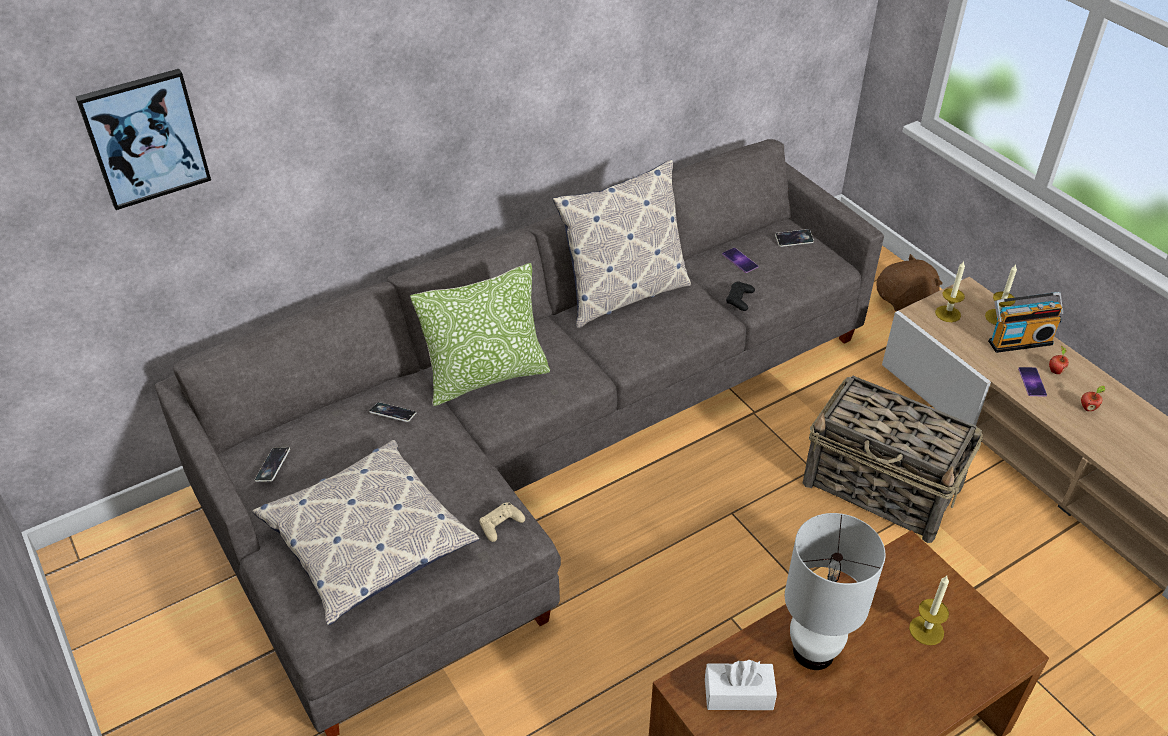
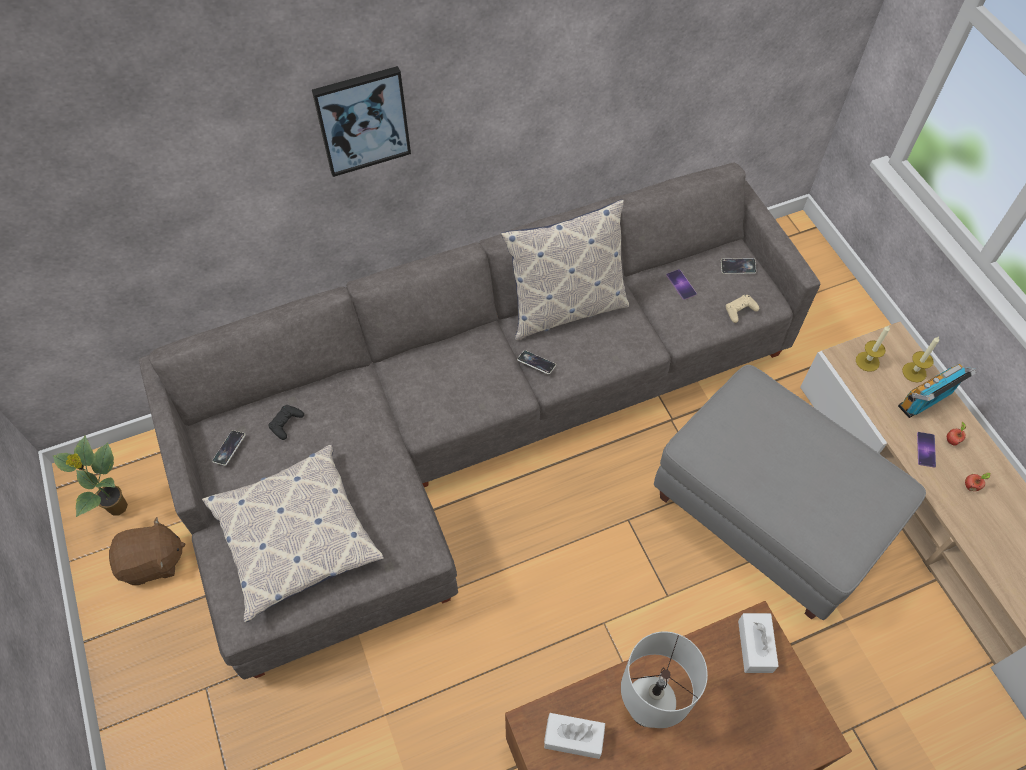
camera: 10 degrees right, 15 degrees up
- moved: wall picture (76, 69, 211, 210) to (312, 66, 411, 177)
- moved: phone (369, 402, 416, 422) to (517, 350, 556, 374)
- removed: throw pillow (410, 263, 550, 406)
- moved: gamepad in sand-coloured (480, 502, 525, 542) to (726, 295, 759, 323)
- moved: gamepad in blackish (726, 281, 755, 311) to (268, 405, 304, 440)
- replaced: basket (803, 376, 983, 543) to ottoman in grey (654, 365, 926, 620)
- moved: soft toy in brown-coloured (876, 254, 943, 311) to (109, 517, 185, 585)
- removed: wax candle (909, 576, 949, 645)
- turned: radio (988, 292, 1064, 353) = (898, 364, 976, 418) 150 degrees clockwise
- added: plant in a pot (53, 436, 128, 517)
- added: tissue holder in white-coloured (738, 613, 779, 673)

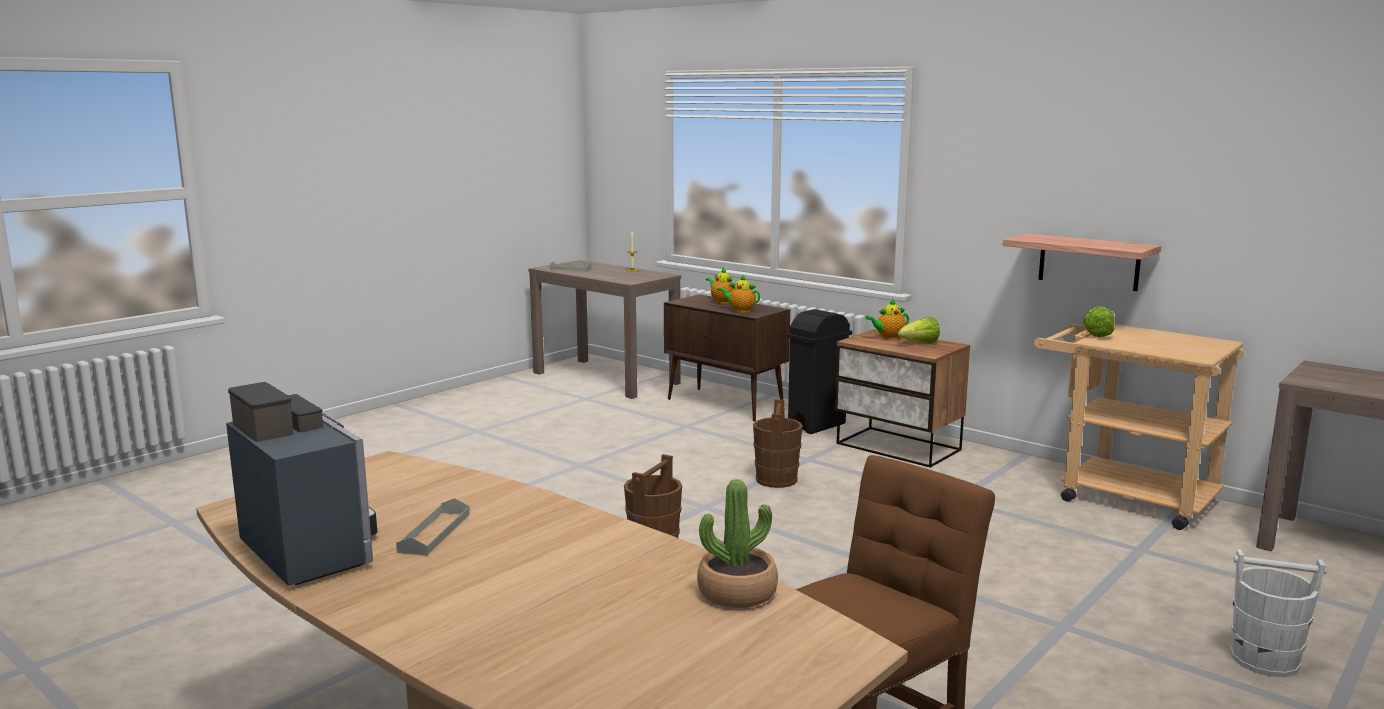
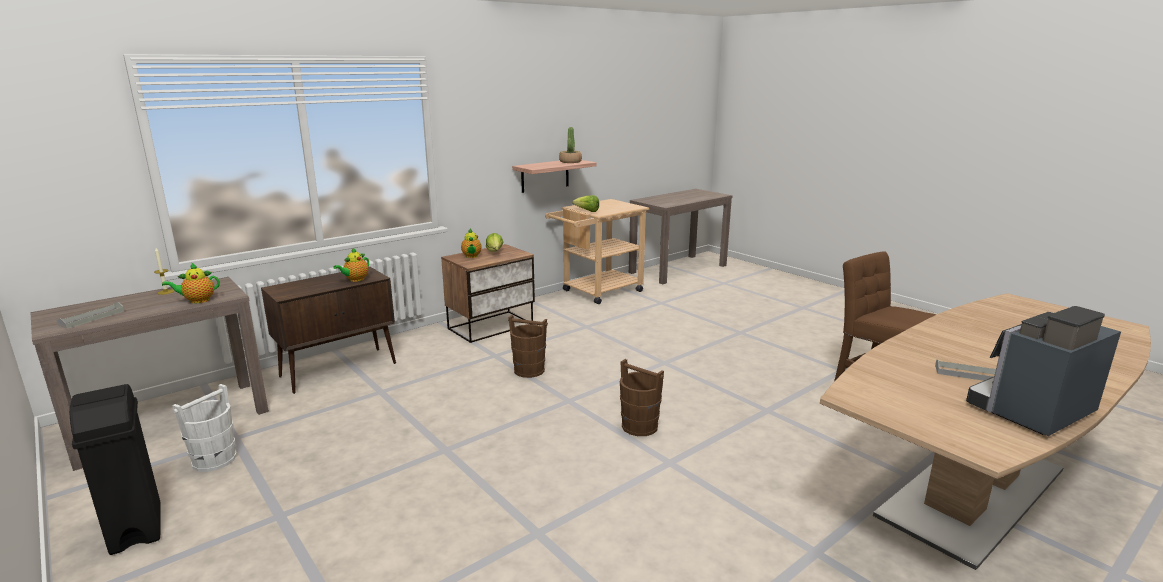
camera: 80 degrees left, 5 degrees up
- moved: plant in a pot (697, 479, 778, 608) to (559, 127, 582, 163)
- moved: teapot (706, 267, 735, 304) to (162, 263, 220, 303)
- moved: trash can in blackish (787, 309, 852, 434) to (69, 384, 161, 555)
- moved: pail in white-coloured (1230, 549, 1327, 677) to (172, 384, 237, 472)

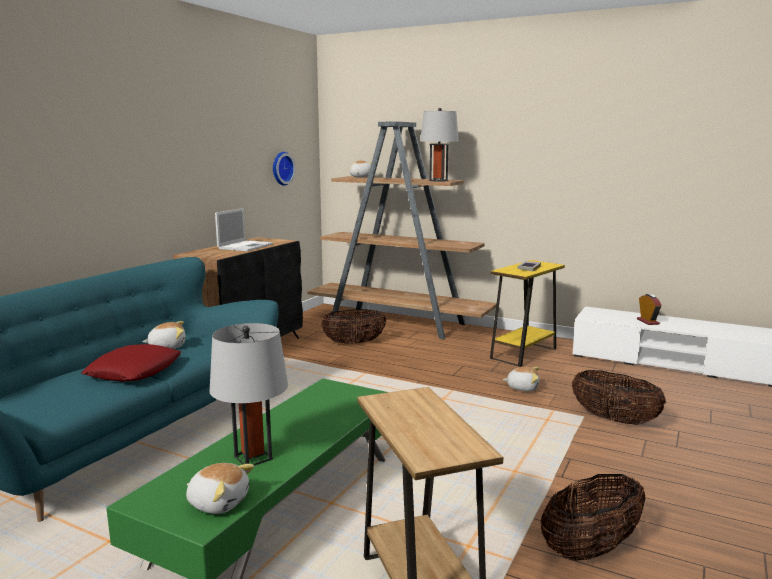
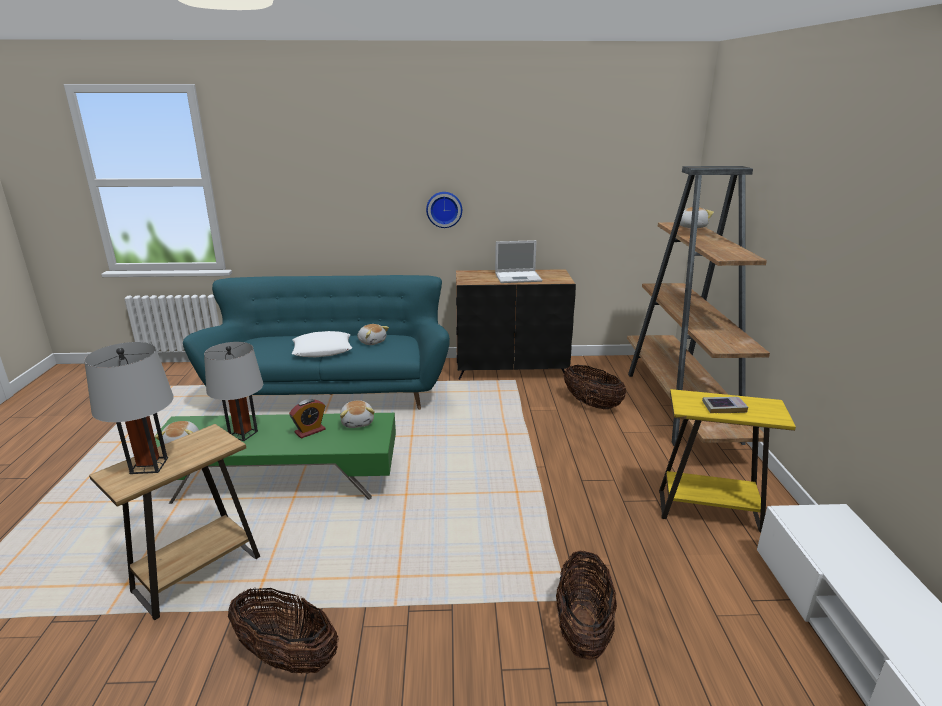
camera: 60 degrees right, 10 degrees up
- recoloured: throw pillow in reddish (82, 344, 181, 382) to throw pillow in white-coloured (292, 331, 352, 357)
- moved: hanging clock (273, 152, 296, 186) to (426, 192, 462, 228)
- moved: tabletop lamp in grey (420, 108, 459, 182) to (84, 342, 173, 474)
- moved: soft toy (503, 367, 539, 391) to (340, 400, 375, 428)
- moved: alarm clock (637, 294, 662, 325) to (289, 399, 326, 439)

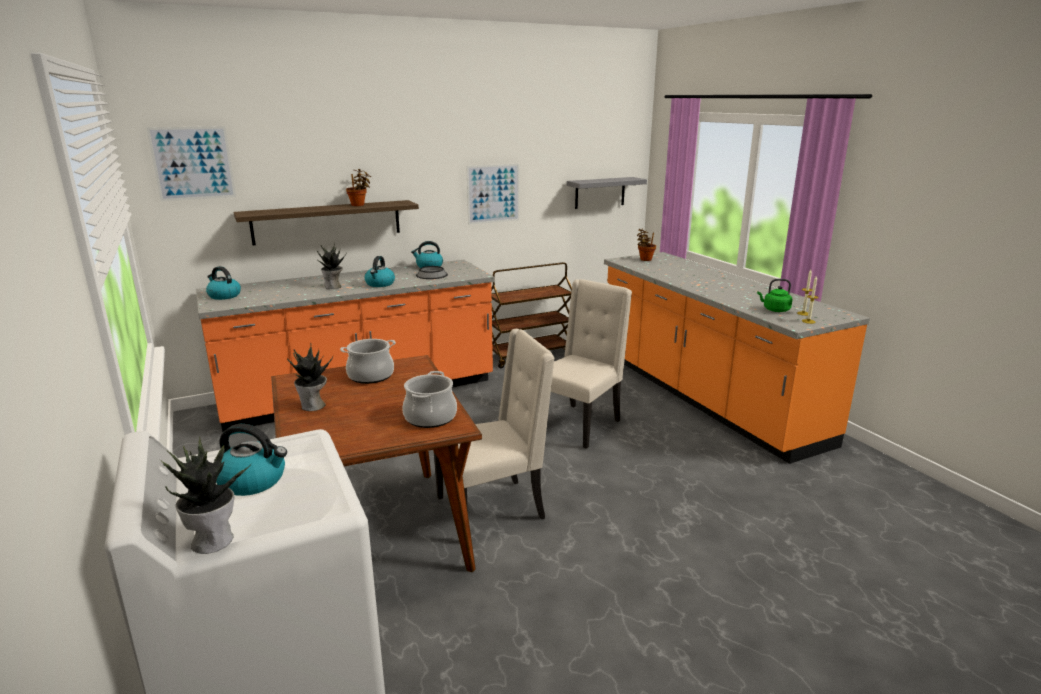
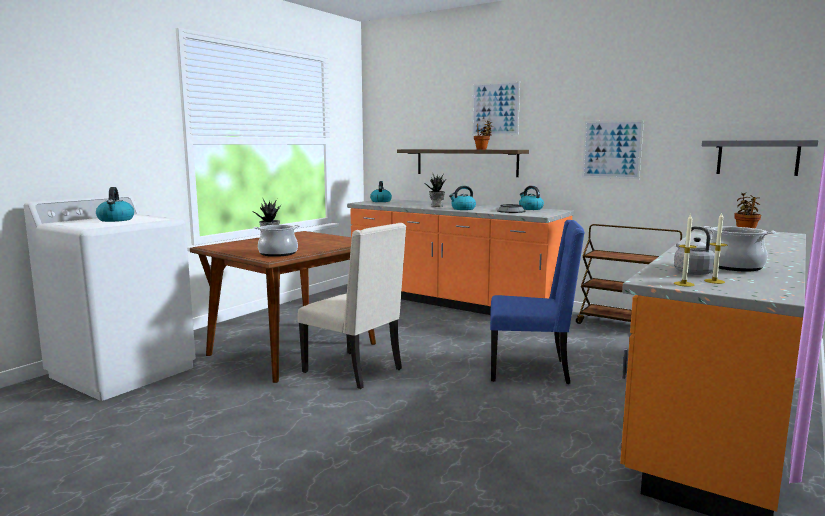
camera: 60 degrees right, 10 degrees down
- moved: wall picture (146, 126, 236, 201) to (472, 81, 520, 136)
- removed: plant in a pot (162, 436, 251, 554)
- moved: saucepot (340, 339, 396, 384) to (703, 226, 776, 272)
- recoloured: chair in sand-coloured (551, 279, 632, 449) to chair in bluish (490, 220, 585, 384)
- recoloured: kettle in green-coloured (757, 279, 792, 312) to kettle in grey (674, 226, 715, 275)

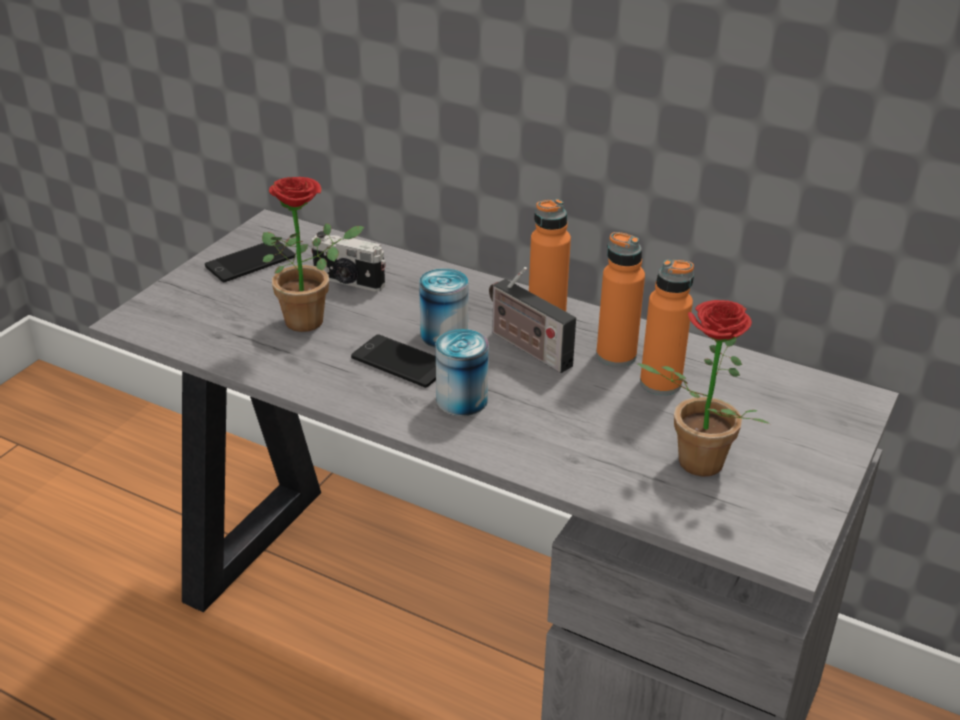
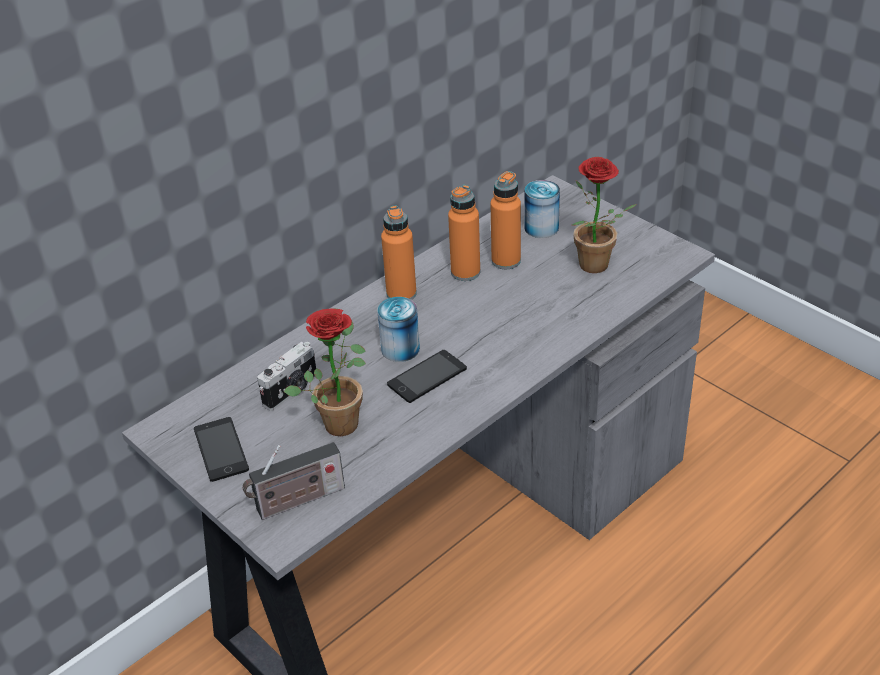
camera: 70 degrees left, 5 degrees up
- moved: metal can (436, 329, 489, 416) to (524, 180, 560, 238)
- moved: radio (489, 267, 576, 373) to (242, 442, 345, 520)

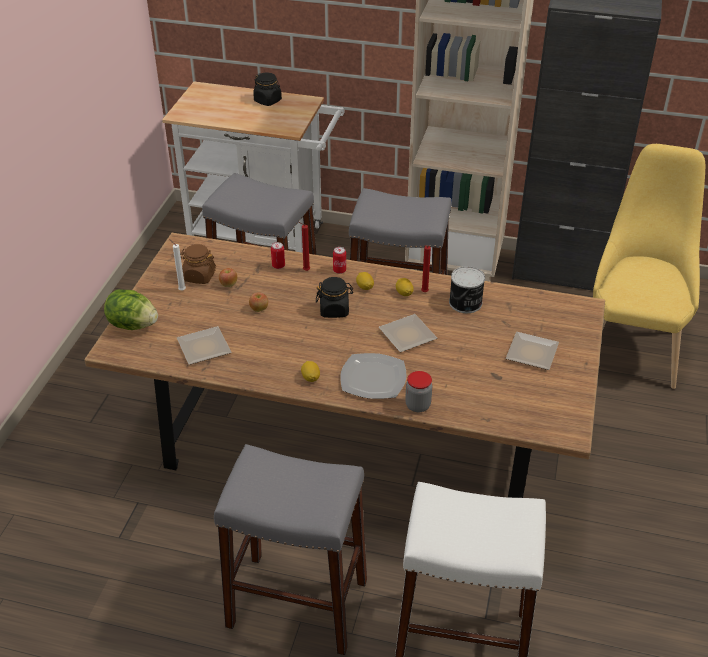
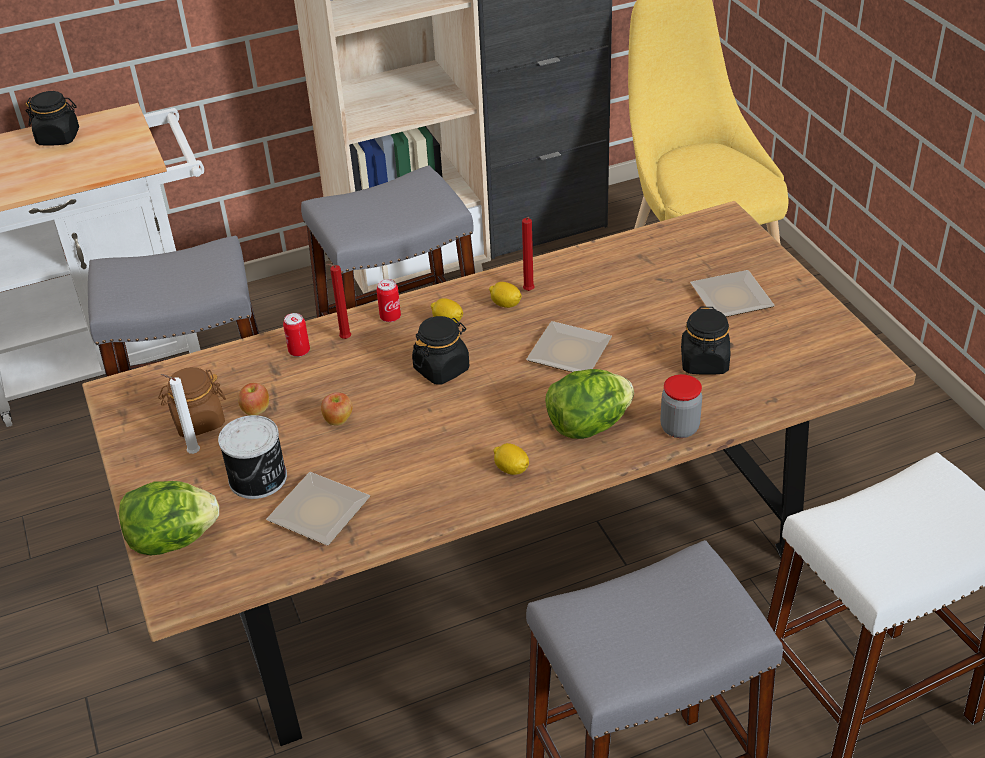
camera: 35 degrees left, 0 degrees up
- replaced: flat dish (340, 353, 407, 399) to lettuce (545, 369, 634, 439)
- moved: metal can (449, 266, 485, 313) to (218, 415, 287, 499)
- added: jar in blackish (681, 307, 730, 375)

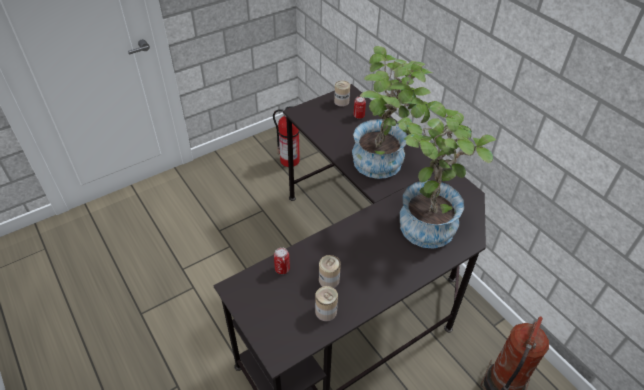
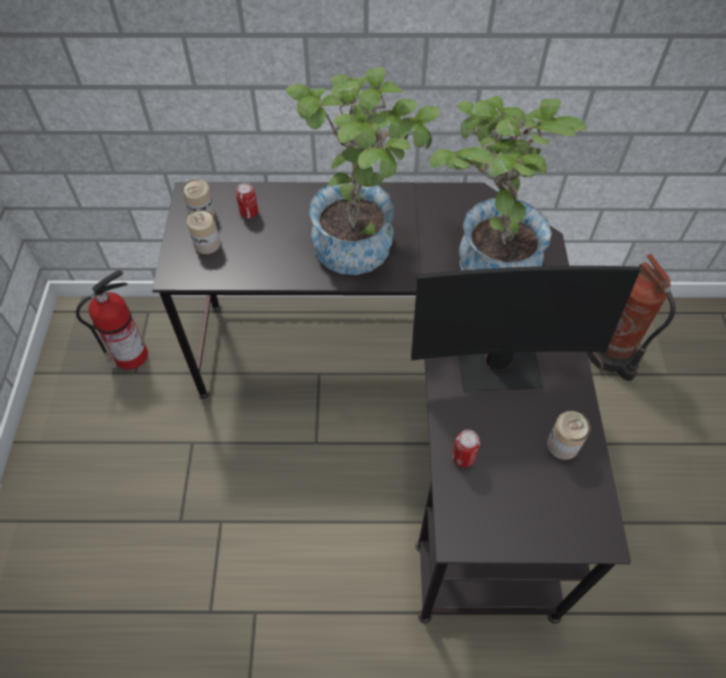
camera: 55 degrees left, 10 degrees up
- moved: metal can (319, 255, 341, 288) to (187, 210, 220, 254)
- added: monitor (411, 266, 640, 392)

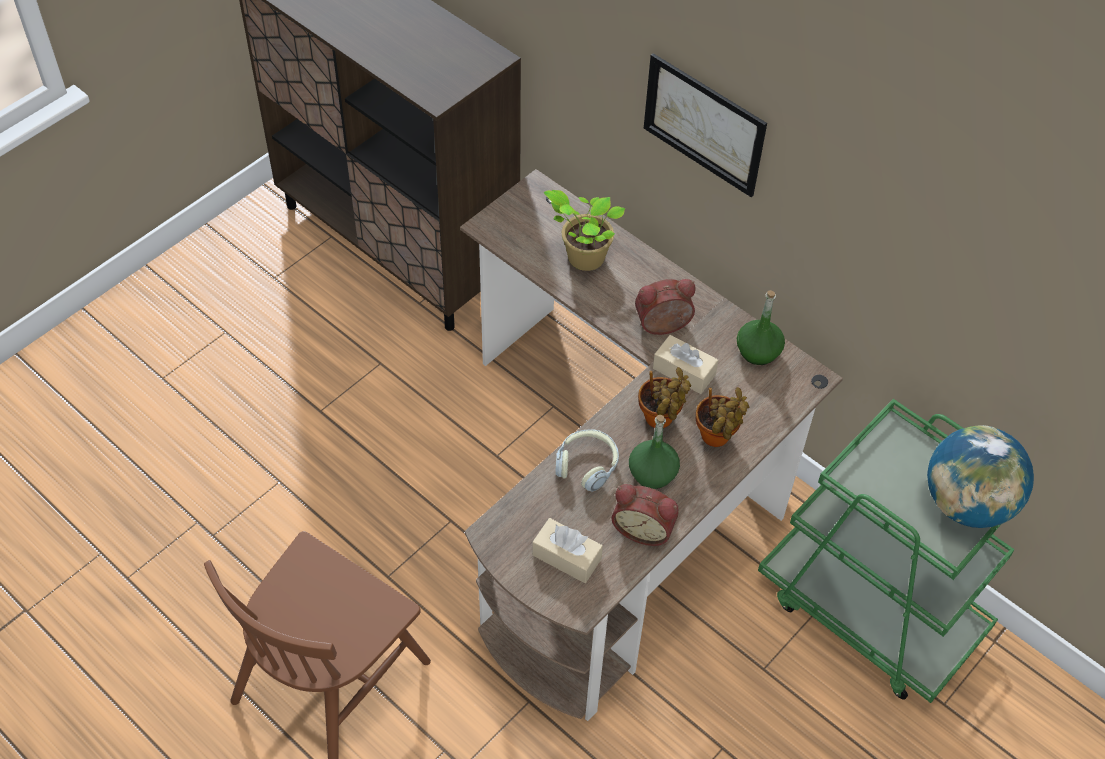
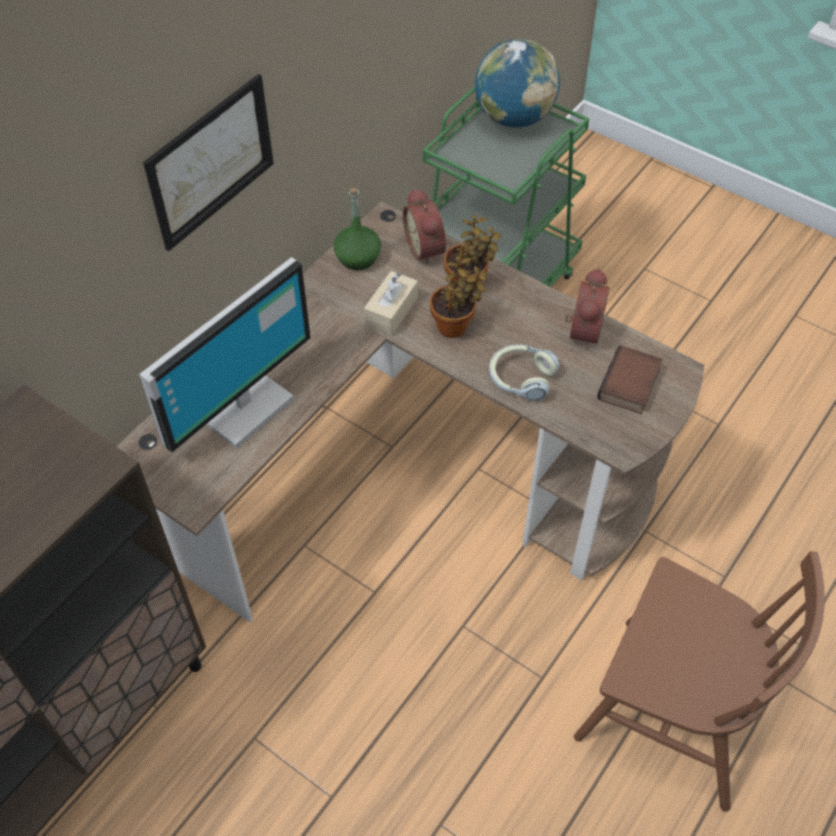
camera: 95 degrees left, 0 degrees up
- replaced: tissue holder in sand-coloured (532, 518, 603, 583) to volume (597, 345, 663, 414)
- replaced: plant in a pot (544, 190, 625, 271) to monitor (139, 257, 311, 453)
- removed: beverage bottle in green-coloured (629, 415, 680, 489)
- moved: alarm clock (635, 279, 696, 335) to (403, 188, 446, 265)

